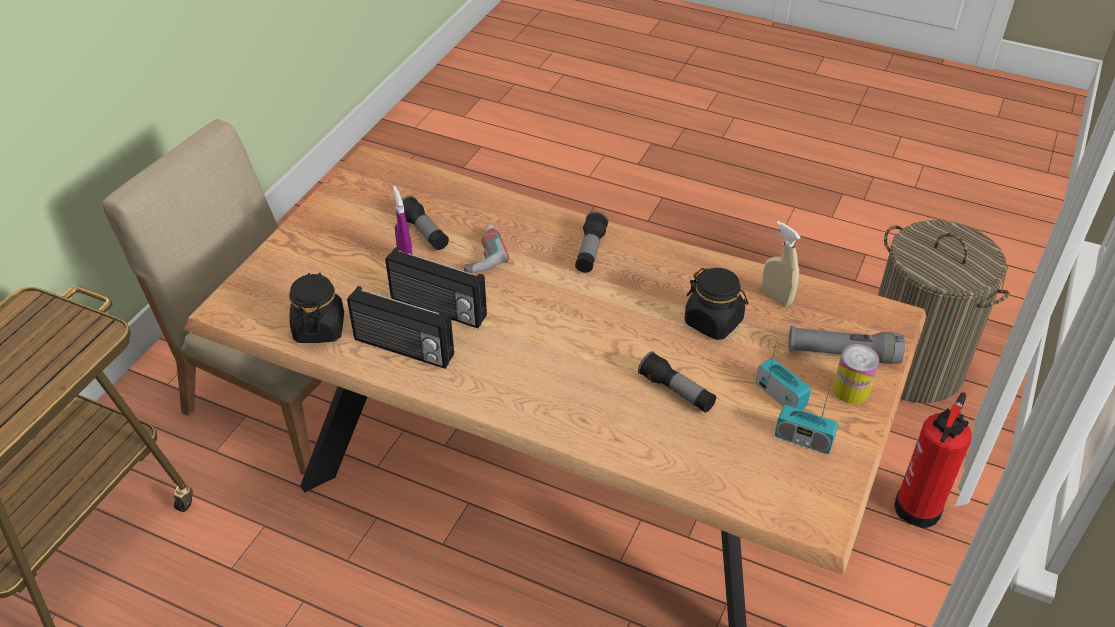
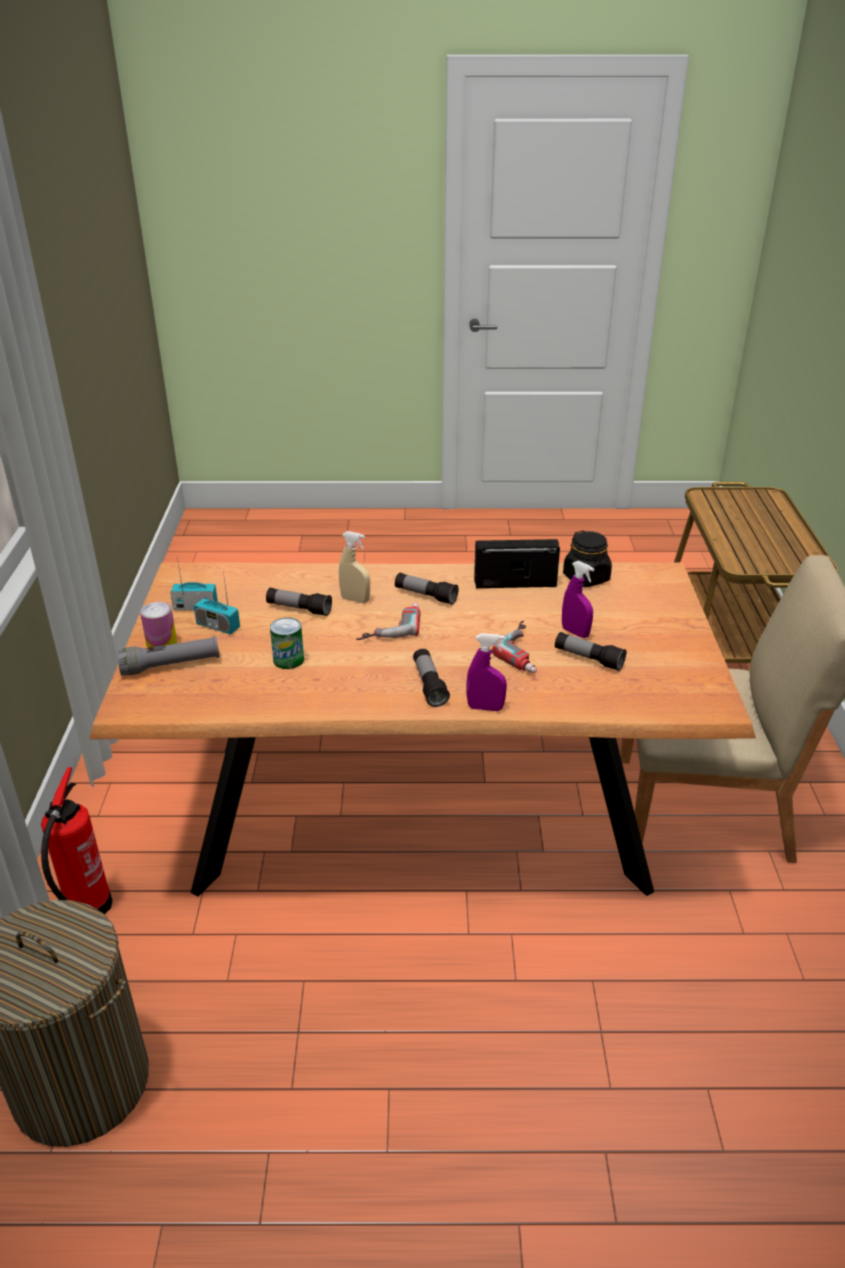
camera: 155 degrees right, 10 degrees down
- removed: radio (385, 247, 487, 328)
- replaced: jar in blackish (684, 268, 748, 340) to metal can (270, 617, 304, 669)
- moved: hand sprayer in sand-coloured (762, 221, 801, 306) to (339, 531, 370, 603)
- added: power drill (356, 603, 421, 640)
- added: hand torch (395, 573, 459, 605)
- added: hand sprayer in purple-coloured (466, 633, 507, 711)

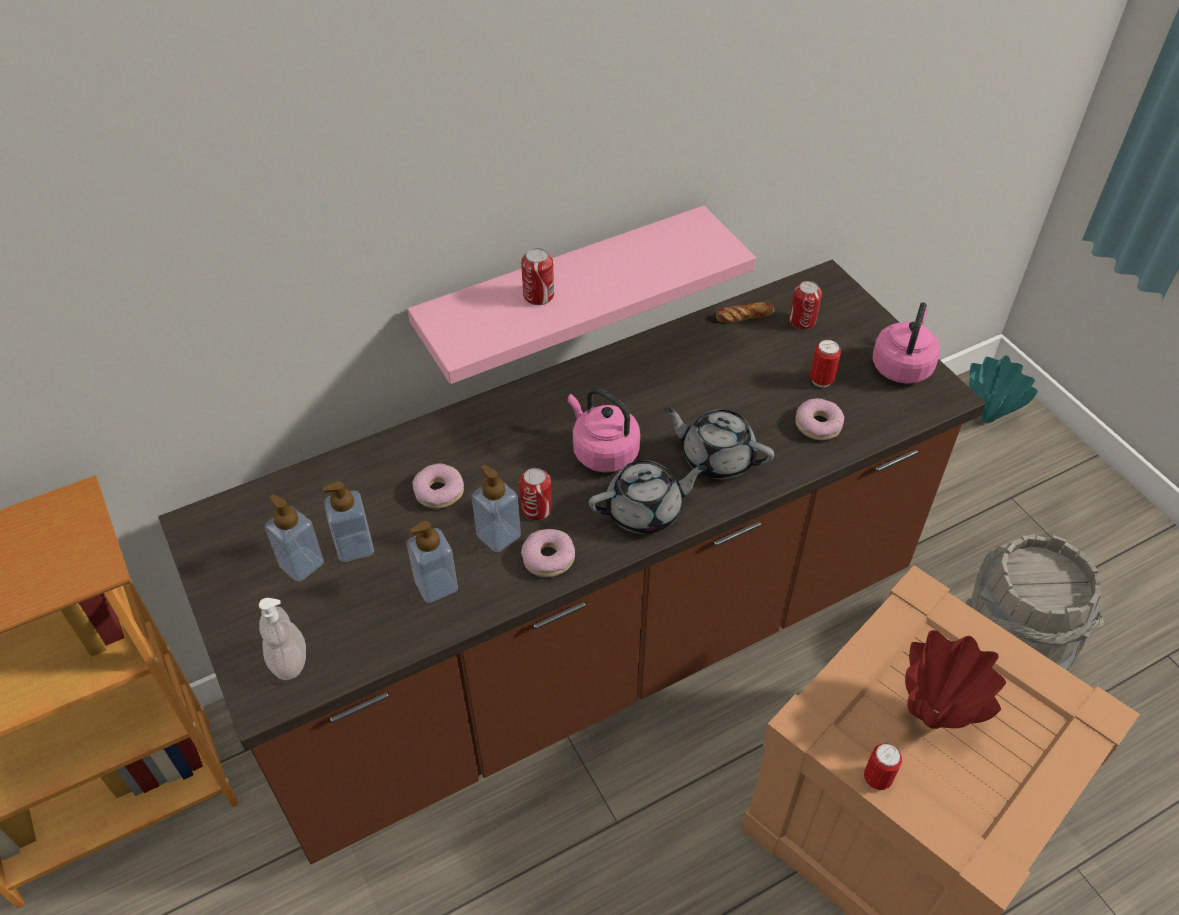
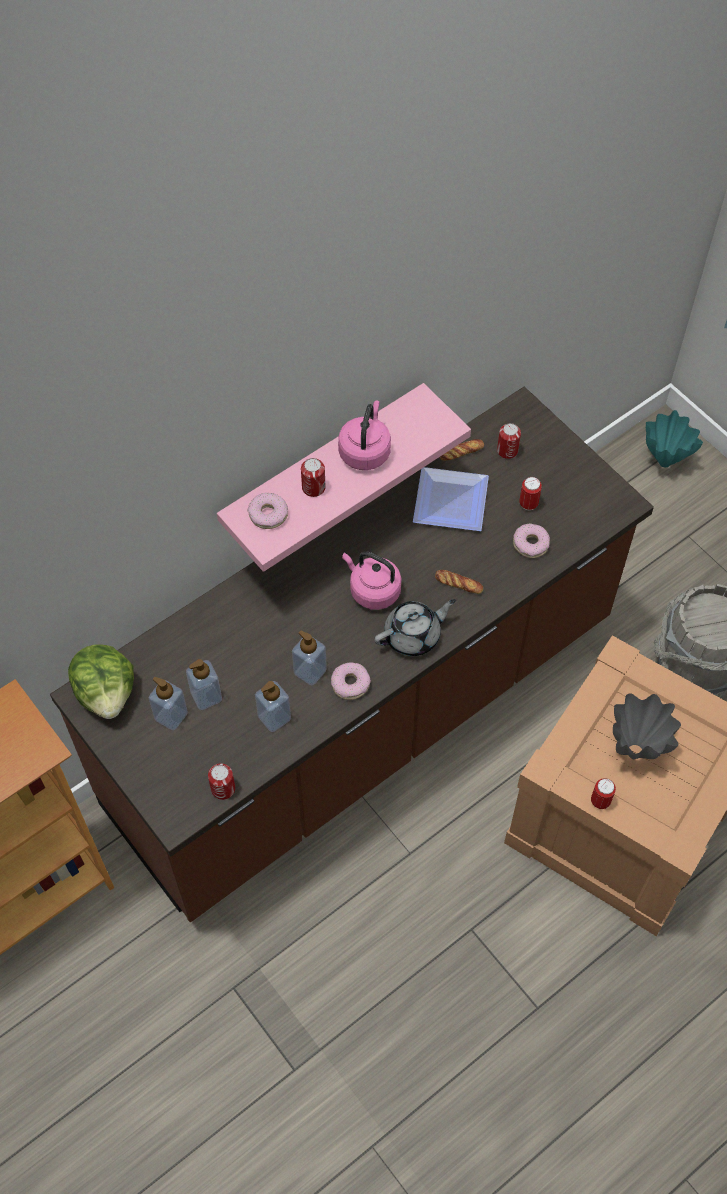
camera: 10 degrees left, 10 degrees up
- removed: soap bottle (259, 598, 306, 680)
- moved: donut (412, 463, 464, 509) to (247, 493, 288, 529)
- moved: metal can (519, 468, 552, 520) to (208, 763, 235, 800)
- replaced: teapot in grey (664, 408, 774, 479) to baked bread (435, 570, 483, 594)
- moved: kettle in pink (872, 302, 940, 384) to (338, 401, 391, 470)
- recoloured: flower vase in reddish (905, 630, 1006, 729) to flower vase in grey (613, 693, 681, 759)
- added: lettuce (68, 644, 134, 719)
- added: flat dish (413, 467, 489, 531)

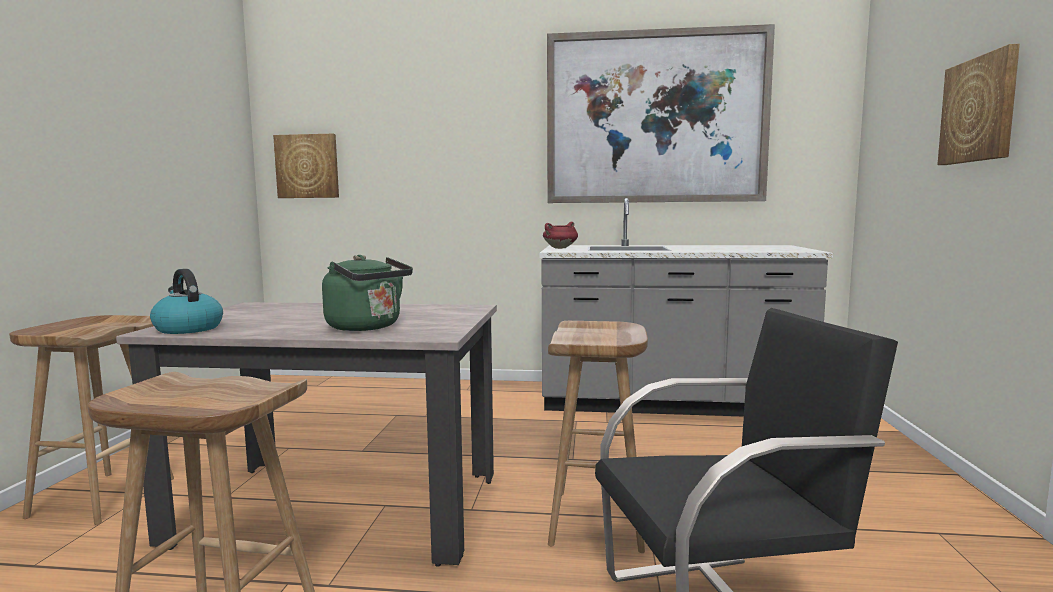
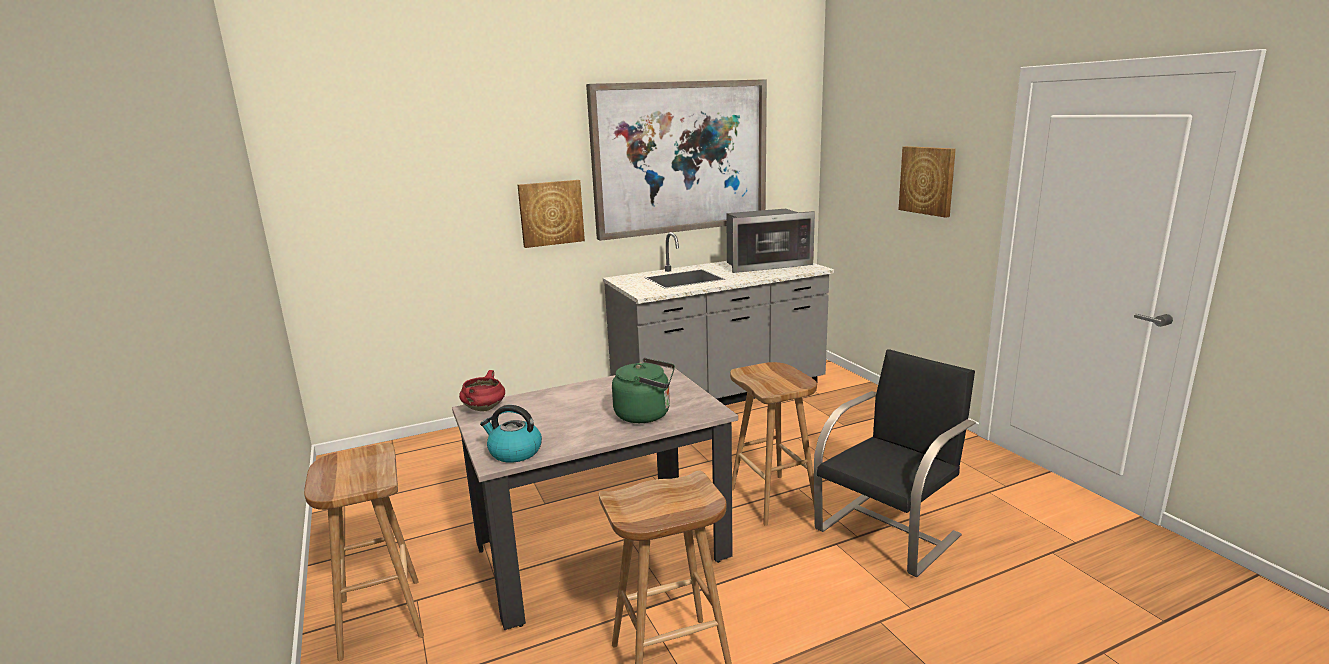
camera: 30 degrees left, 10 degrees up
- moved: wall picture (273, 134, 339, 198) to (518, 180, 585, 248)
- moved: saucepot in reddish (543, 222, 578, 249) to (459, 370, 505, 412)
- added: microwave (726, 209, 815, 273)

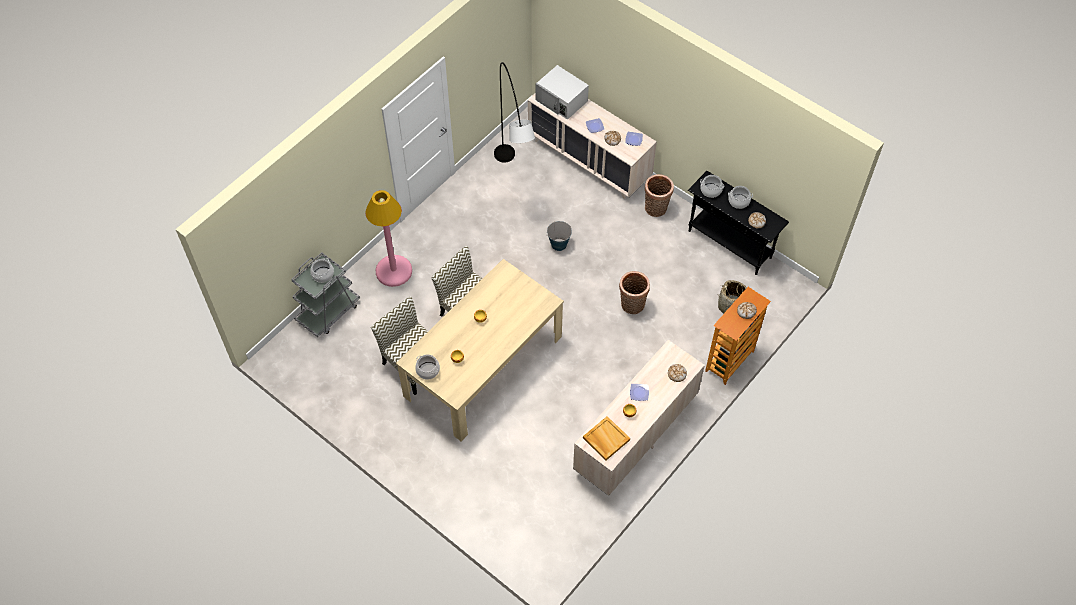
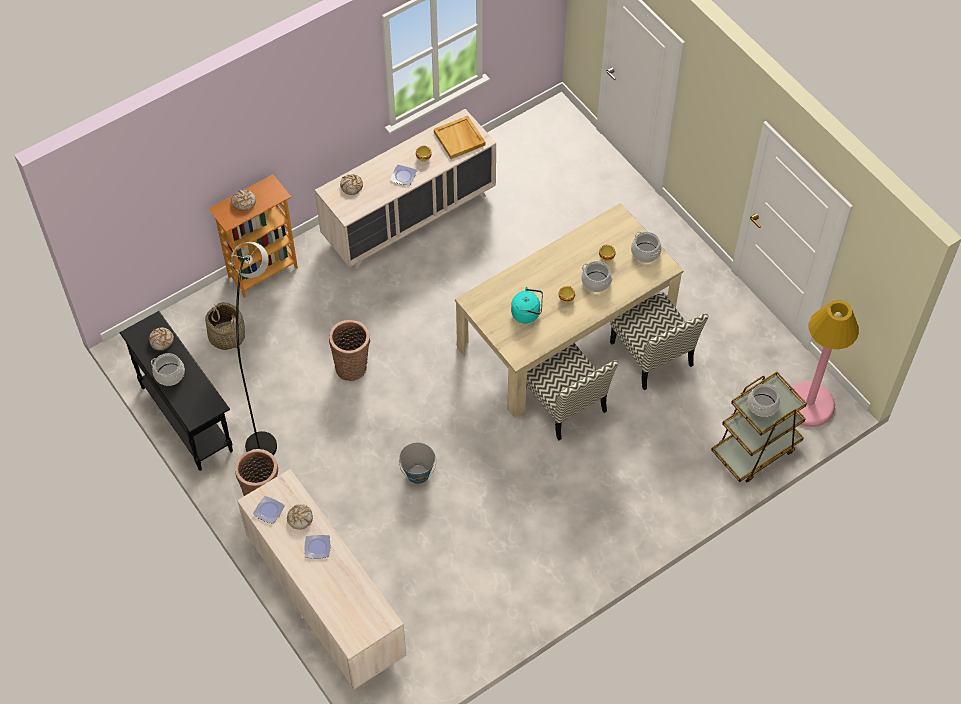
camera: 165 degrees left, 0 degrees up
- recoloured: trolley in grey (291, 252, 360, 337) to trolley in brown-coloured (711, 372, 807, 483)
- moved: floor lamp in pink (365, 190, 412, 287) to (792, 300, 859, 427)
- moved: floor lamp in grey (494, 62, 535, 163) to (231, 242, 277, 455)
- removed: microwave in white-coloured (536, 65, 589, 120)
- moved: saucepot (700, 175, 725, 198) to (581, 261, 613, 292)
- added: kettle in turquoise (511, 287, 543, 324)

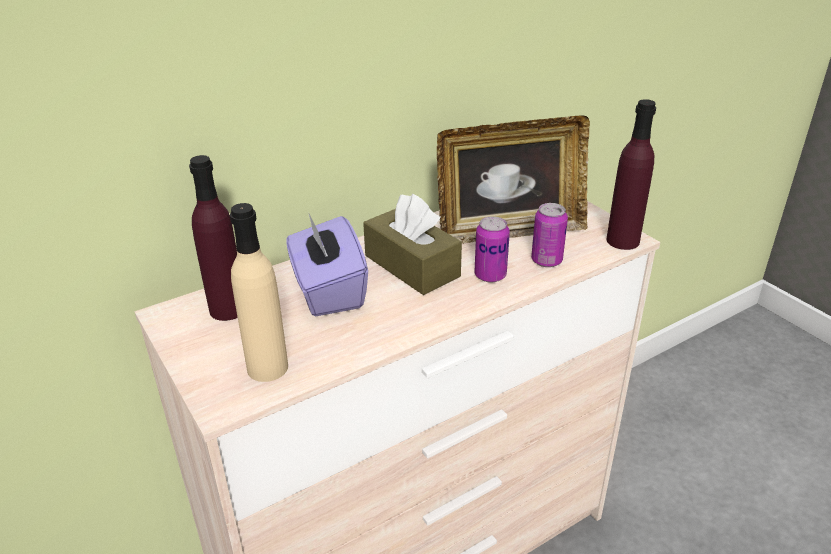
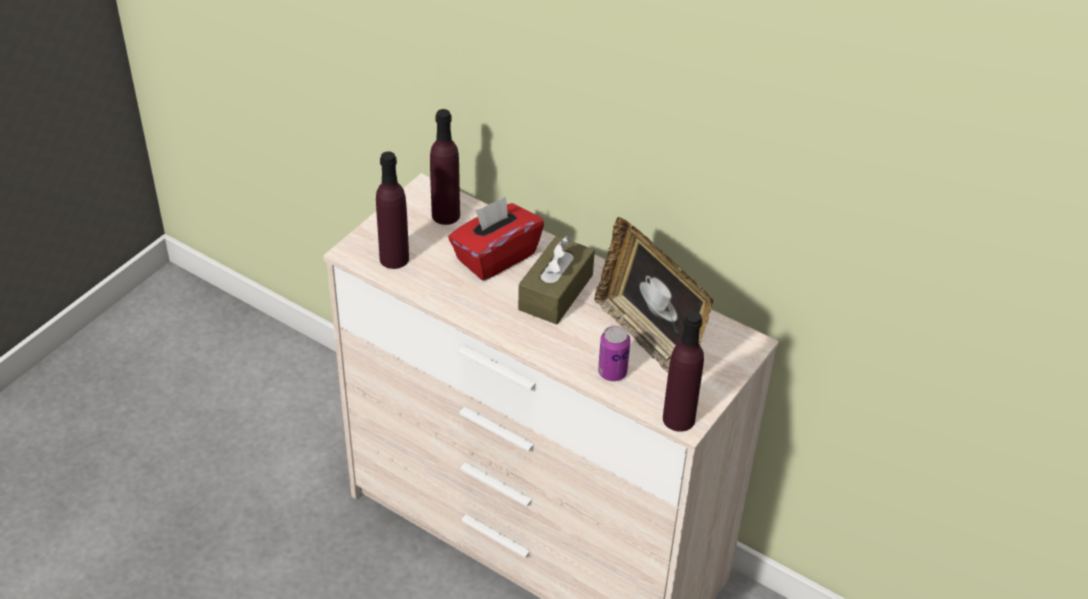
camera: 65 degrees right, 10 degrees up
- recoloured: beverage bottle in sand-coloured (230, 203, 288, 382) to beverage bottle in purple-coloured (376, 151, 409, 269)
- recoloured: tissue holder in purple-coloured (287, 214, 368, 317) to tissue holder in reddish (448, 196, 544, 281)
- removed: metal can (474, 216, 510, 283)

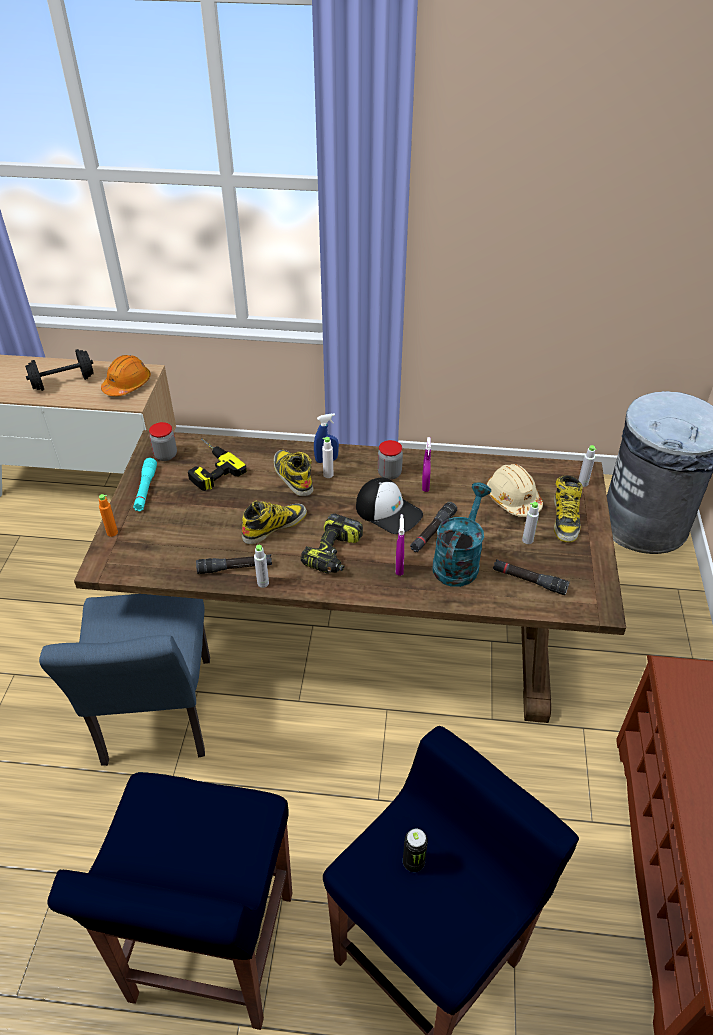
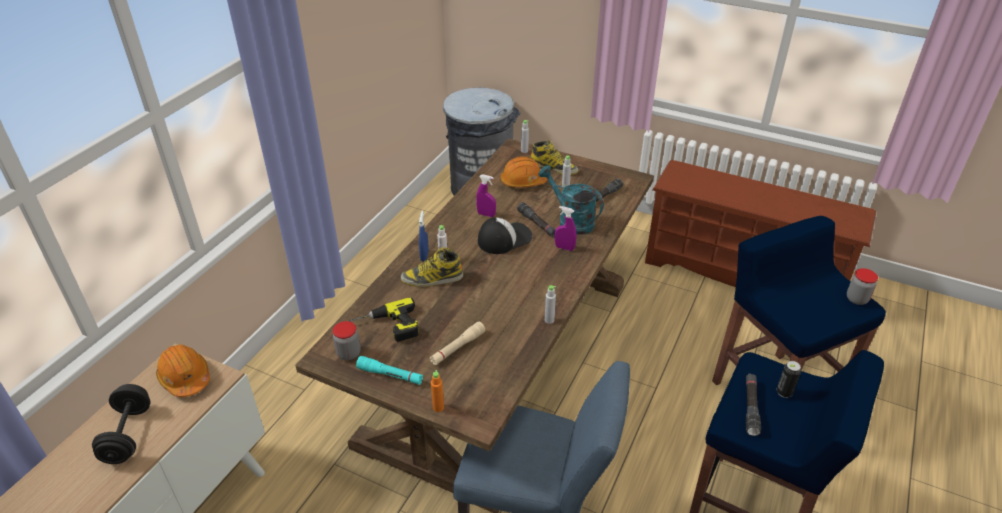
camera: 70 degrees left, 5 degrees down
- moved: hand torch in blackish (196, 554, 272, 574) to (746, 373, 761, 436)
- removed: high-top boot (242, 500, 307, 545)
- removed: power drill (301, 513, 363, 574)
- moved: jar (378, 440, 403, 480) to (847, 268, 878, 305)
- moved: metal can (403, 829, 428, 872) to (777, 361, 801, 398)
- recoloured: safety helmet in sand-coloured (486, 464, 543, 517) to safety helmet in orange-coloured (500, 156, 548, 188)
- added: hand torch in sand-coloured (430, 322, 485, 365)

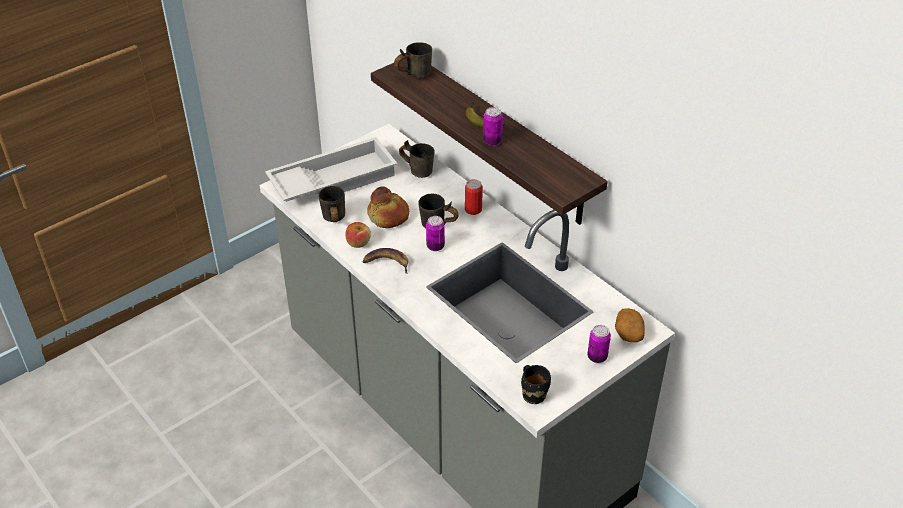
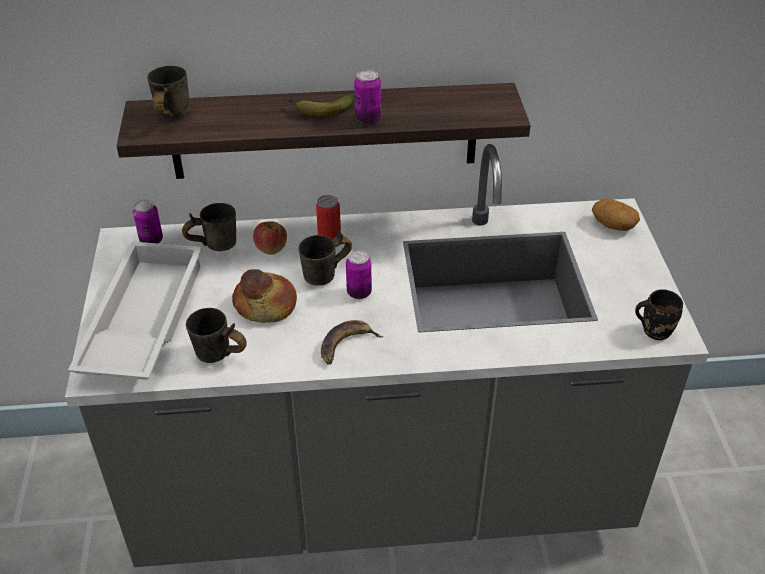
camera: 55 degrees left, 0 degrees up
- moved: apple (345, 222, 371, 248) to (253, 221, 287, 255)
- moved: metal can (587, 325, 611, 363) to (133, 200, 163, 243)

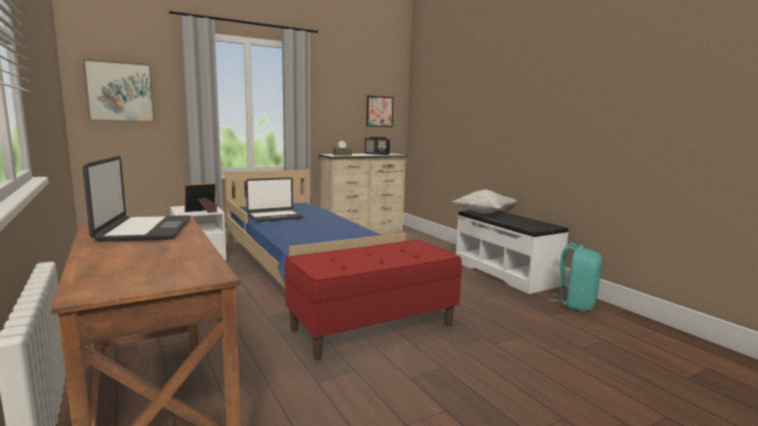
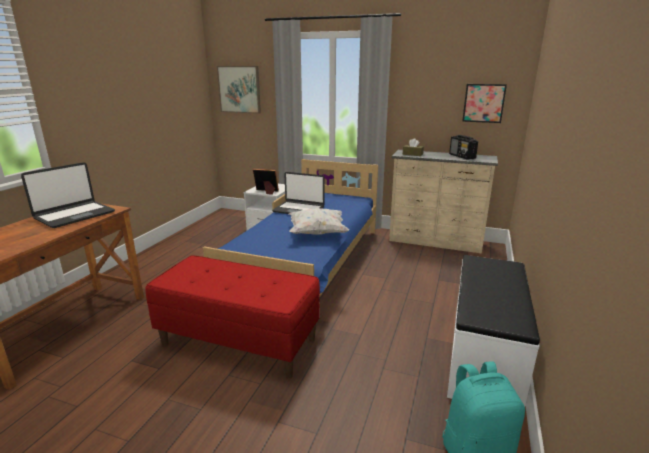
camera: 50 degrees right, 10 degrees up
- moved: throw pillow in white-coloured (452, 190, 518, 214) to (289, 208, 349, 235)

